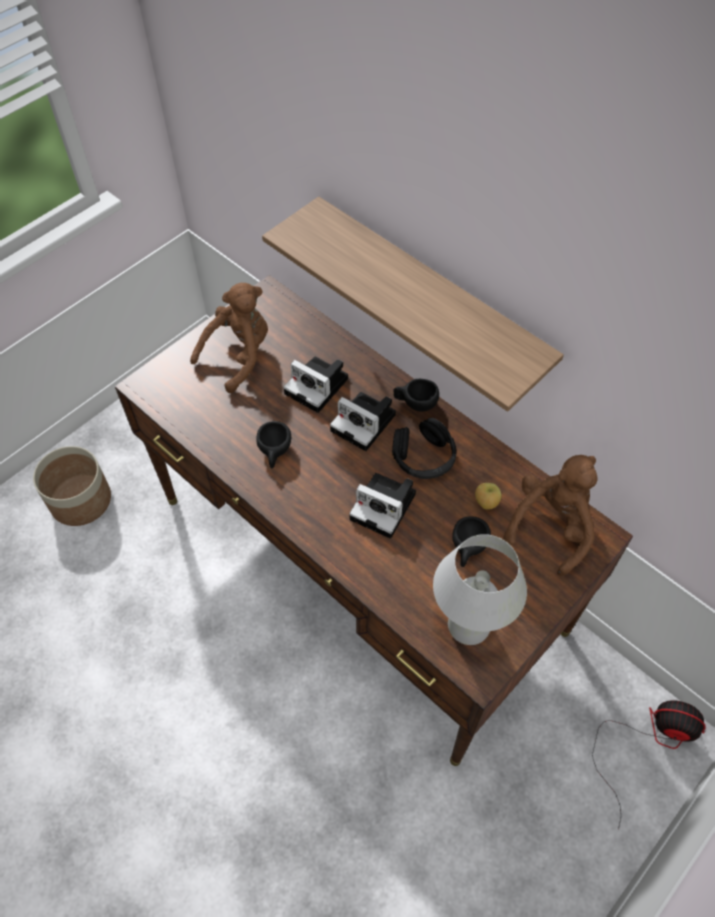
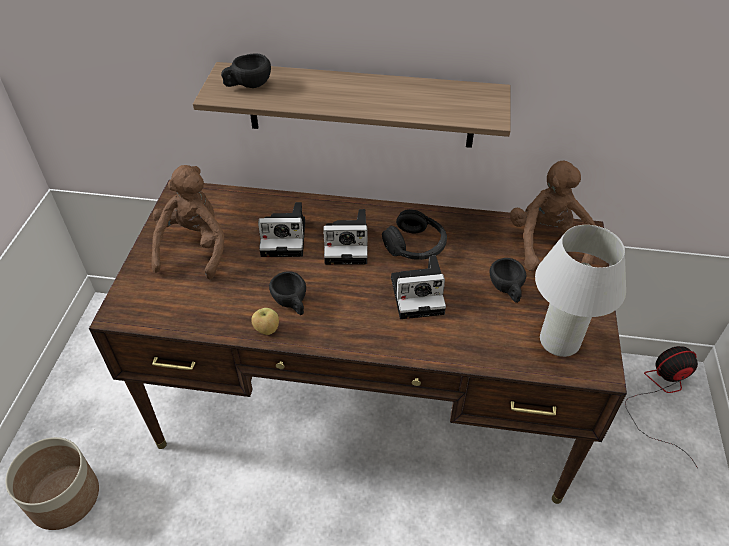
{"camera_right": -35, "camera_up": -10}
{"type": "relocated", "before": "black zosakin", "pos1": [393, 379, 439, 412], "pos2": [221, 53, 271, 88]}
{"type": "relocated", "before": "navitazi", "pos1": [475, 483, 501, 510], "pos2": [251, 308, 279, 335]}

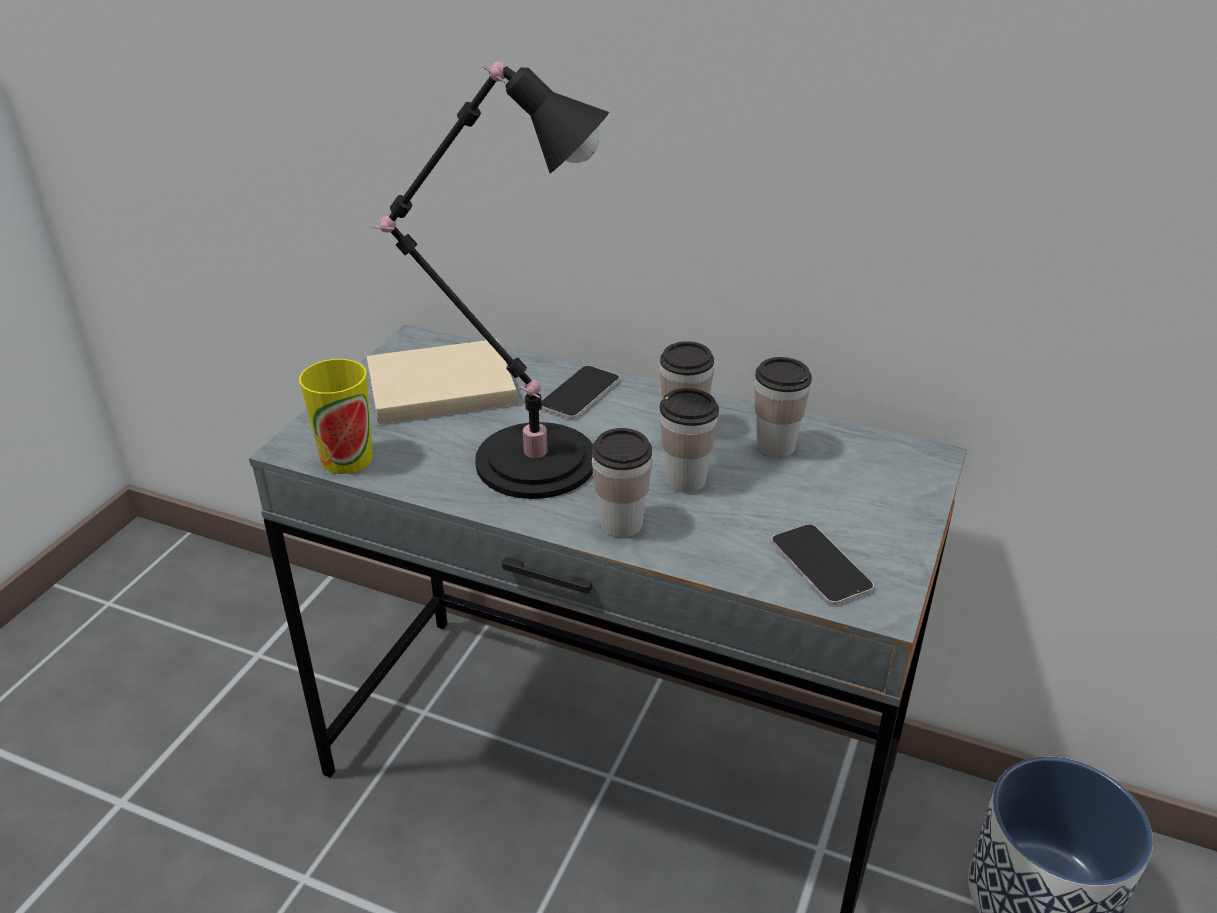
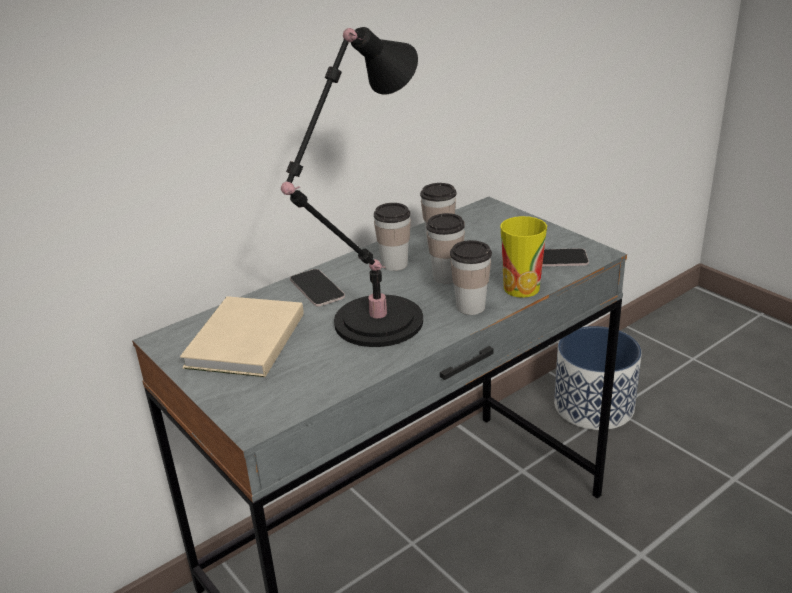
{"camera_right": -60, "camera_up": -5}
{"type": "relocated", "before": "zosakin", "pos1": [299, 359, 373, 474], "pos2": [500, 216, 547, 298]}

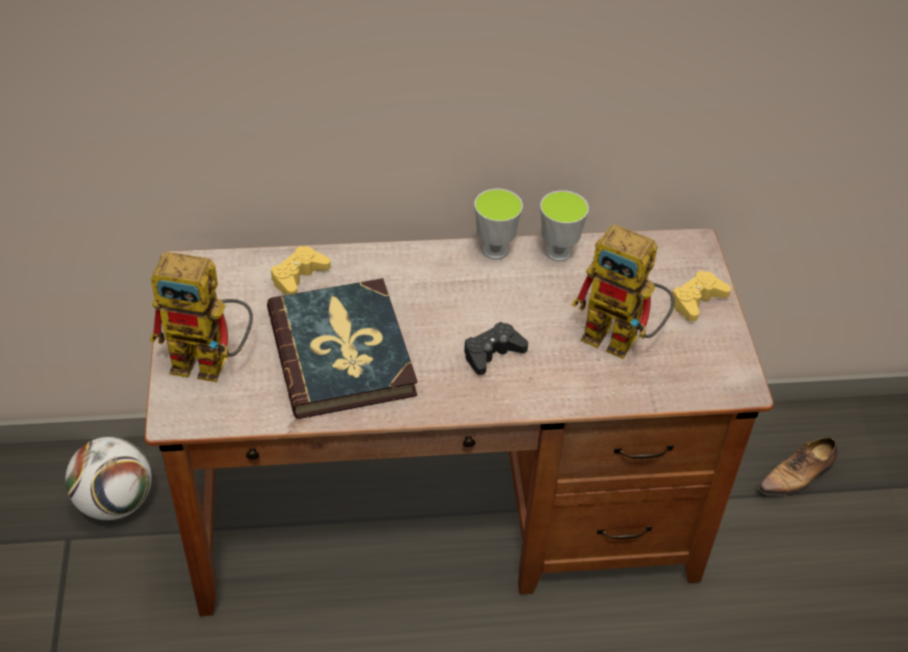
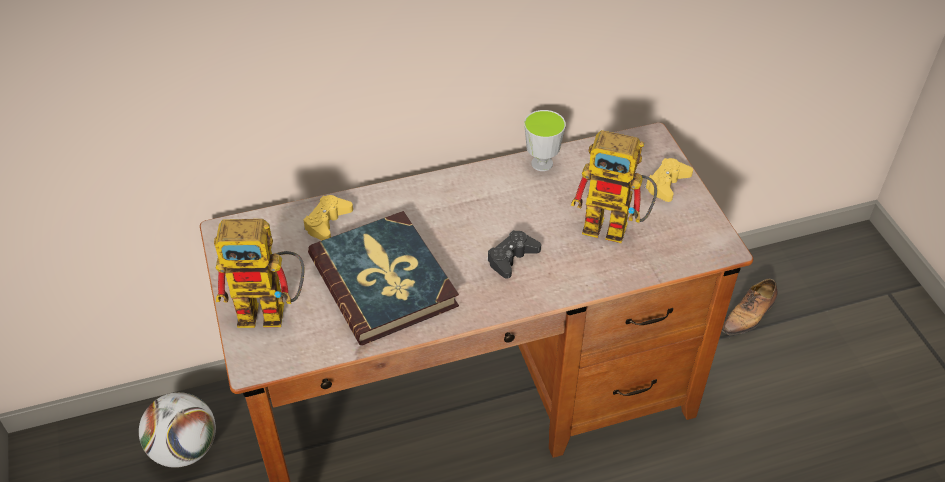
{"camera_right": -10, "camera_up": 0}
{"type": "missing", "before": "zosakin", "pos1": [474, 188, 523, 260]}

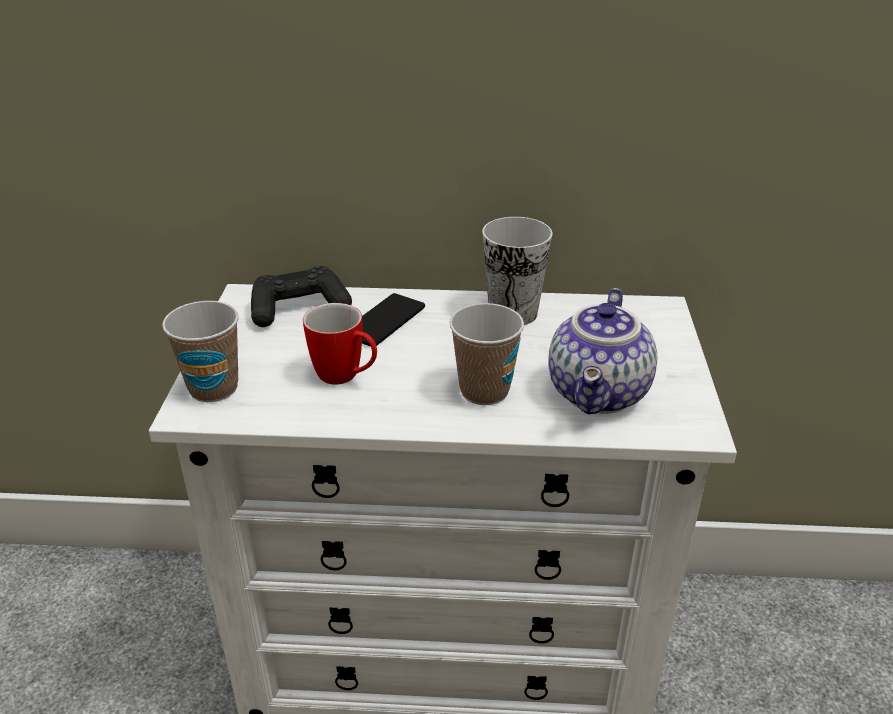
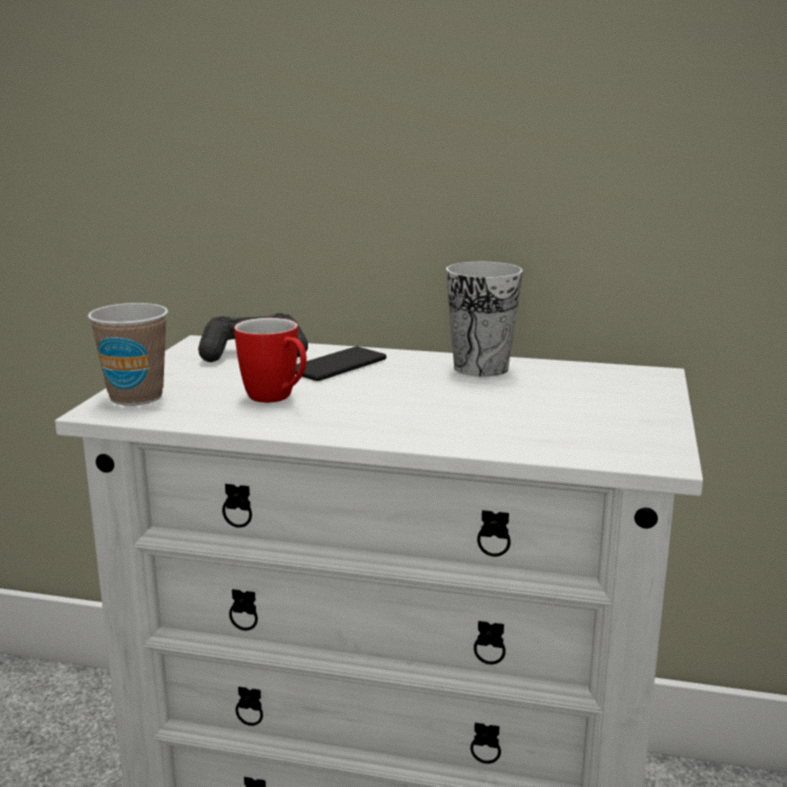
{"camera_right": 10, "camera_up": -15}
{"type": "missing", "before": "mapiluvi", "pos1": [548, 288, 657, 414]}
{"type": "missing", "before": "zosakin", "pos1": [449, 303, 524, 405]}

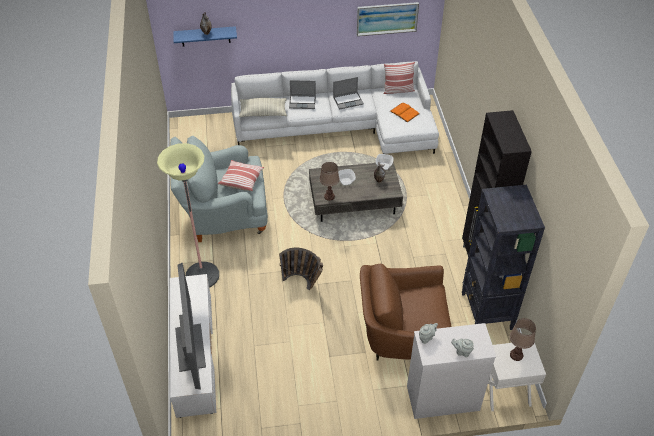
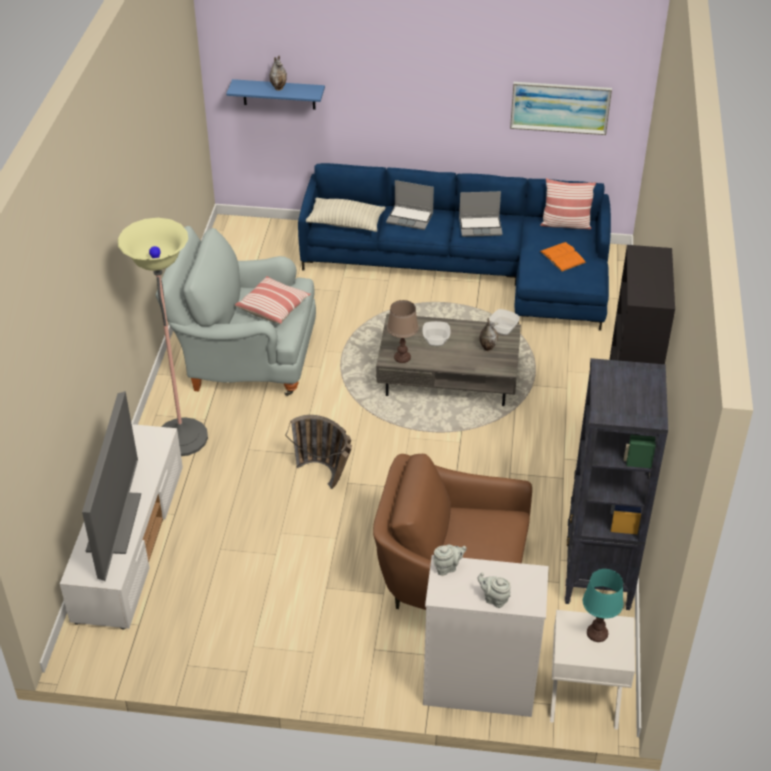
{"camera_right": 15, "camera_up": -5}
{"type": "colour", "before": "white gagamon", "after": "blue gagamon", "pos1": [231, 61, 439, 154], "pos2": [298, 163, 611, 331]}
{"type": "colour", "before": "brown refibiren", "after": "turquoise refibiren", "pos1": [510, 318, 536, 361], "pos2": [583, 569, 623, 642]}

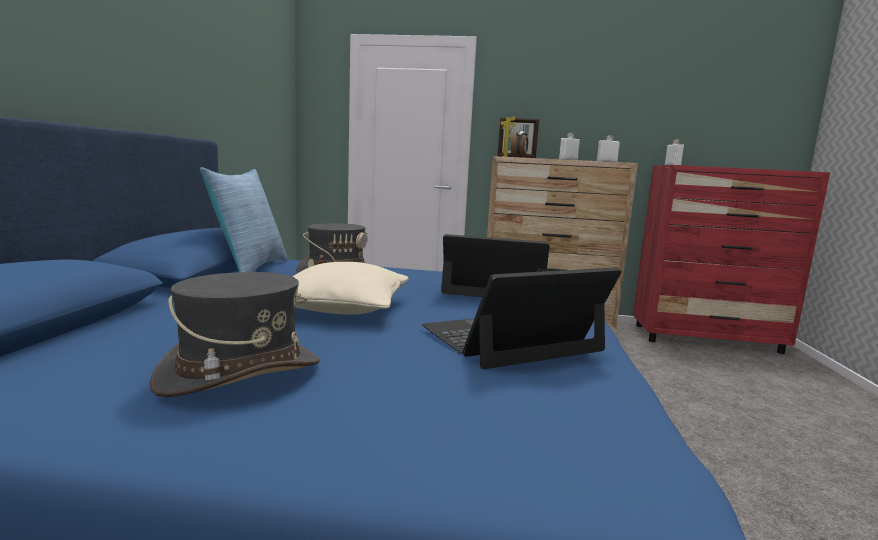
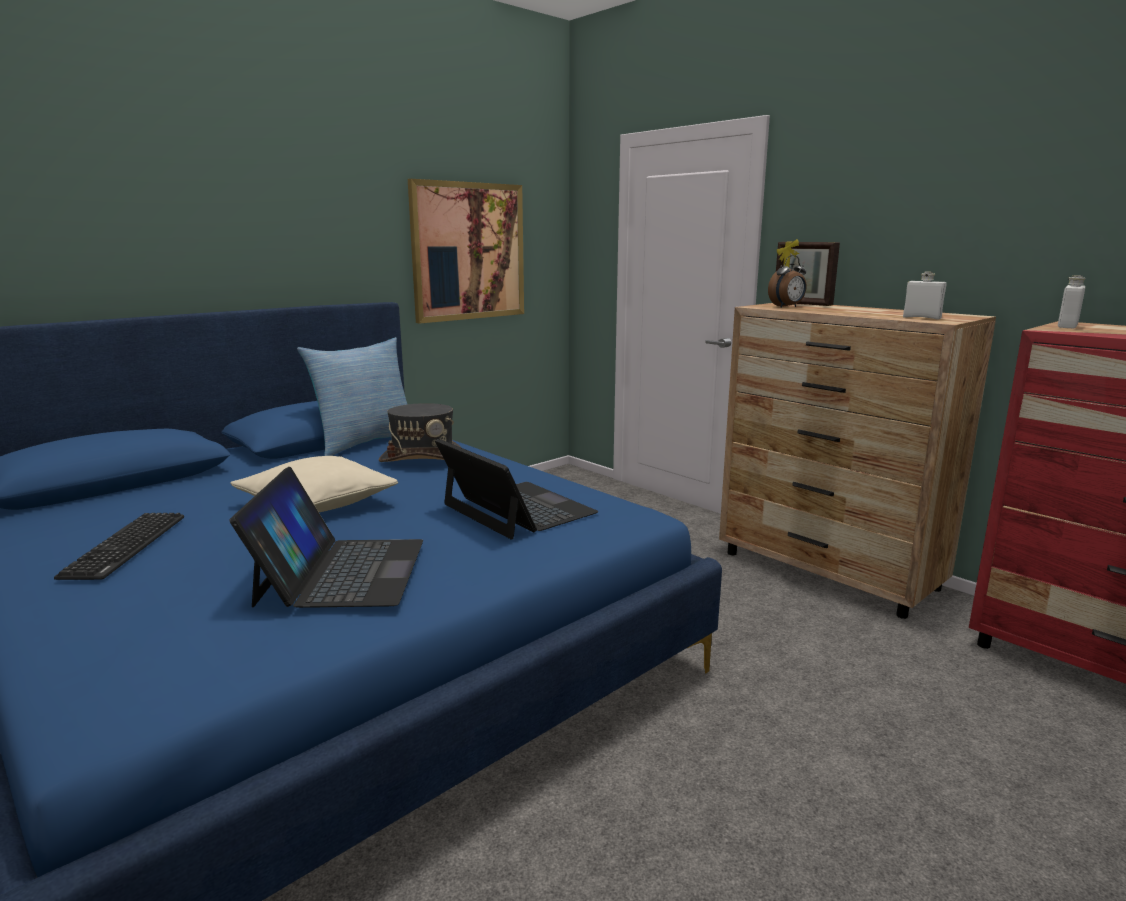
{"camera_right": 40, "camera_up": 5}
{"type": "missing", "before": "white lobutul", "pos1": [559, 133, 580, 160]}
{"type": "spun", "before": "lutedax", "pos1": [422, 267, 622, 369], "pos2": [229, 467, 423, 608], "turn": 75}
{"type": "exchanged", "before": "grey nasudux", "after": "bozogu", "pos1": [149, 272, 320, 397], "pos2": [54, 513, 184, 580]}
{"type": "appeared", "after": "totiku", "pos2": [408, 179, 524, 324]}

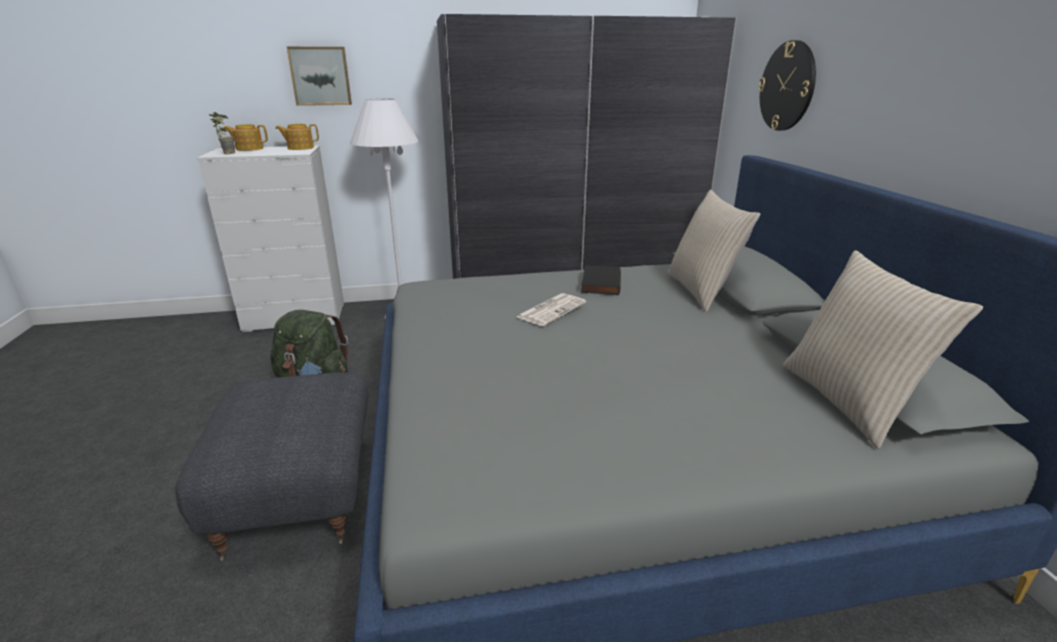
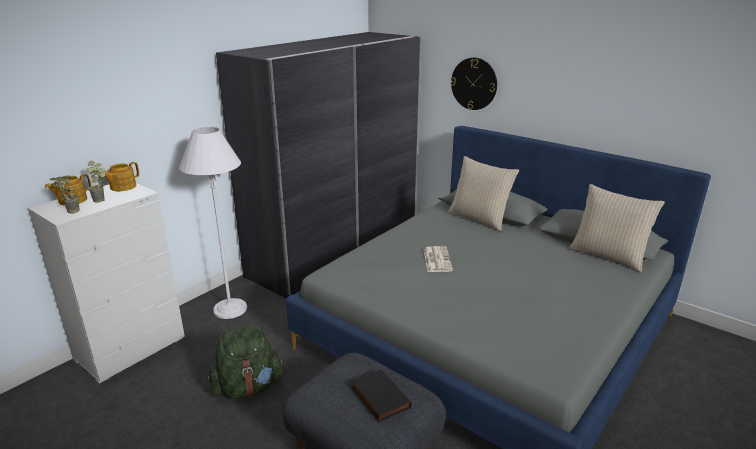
{"camera_right": -40, "camera_up": 0}
{"type": "missing", "before": "totiku", "pos1": [287, 47, 352, 106]}
{"type": "relocated", "before": "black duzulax", "pos1": [581, 265, 621, 295], "pos2": [351, 369, 412, 422]}
{"type": "appeared", "after": "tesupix", "pos2": [86, 161, 105, 203]}

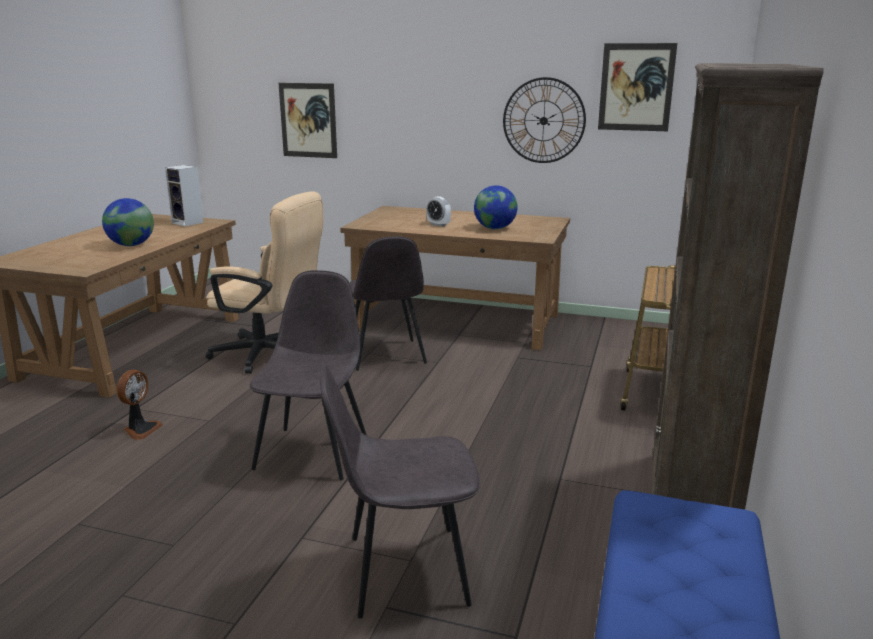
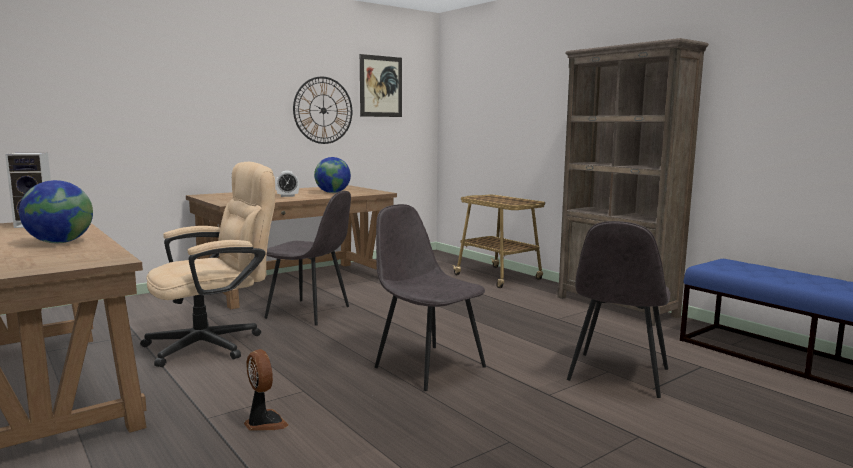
{"camera_right": -55, "camera_up": -10}
{"type": "missing", "before": "totiku", "pos1": [279, 83, 337, 158]}

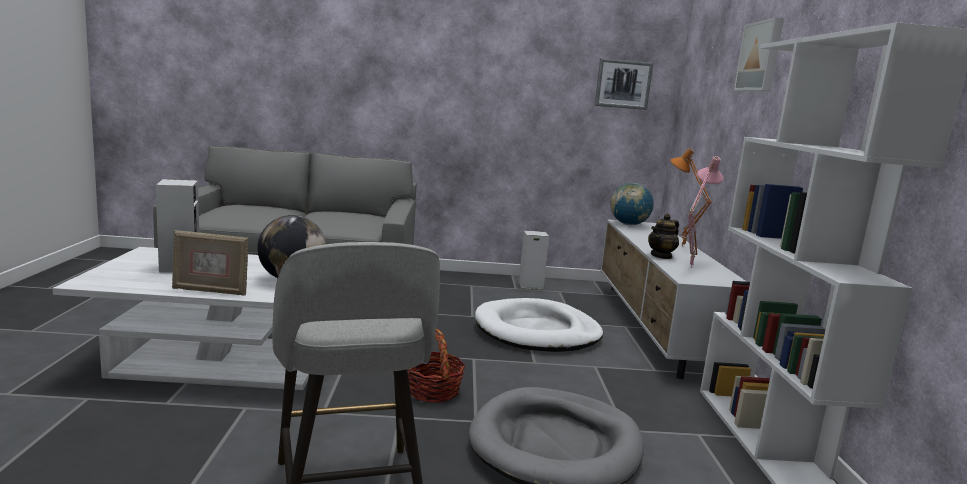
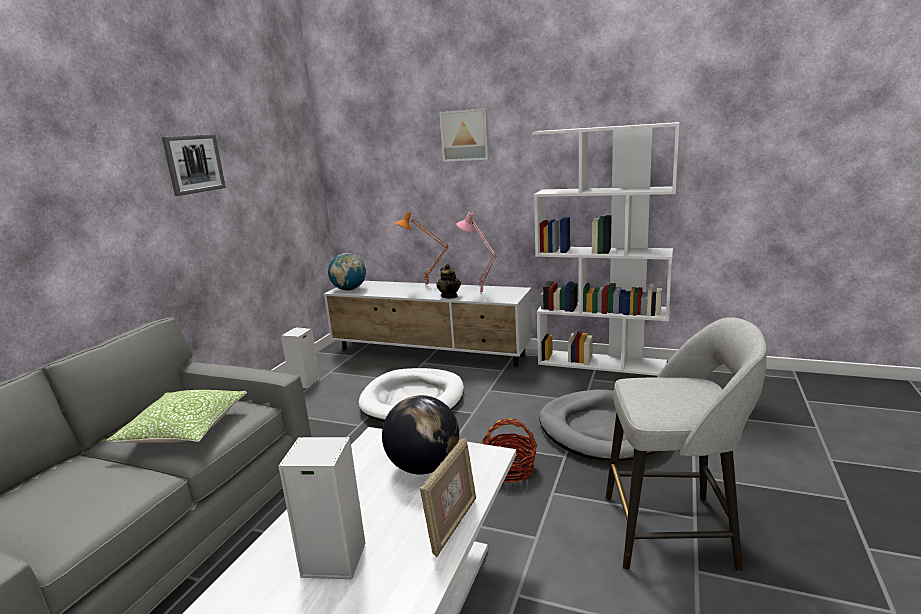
{"camera_right": -65, "camera_up": 5}
{"type": "relocated", "before": "totiku", "pos1": [595, 58, 653, 110], "pos2": [162, 134, 226, 196]}
{"type": "appeared", "after": "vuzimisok", "pos2": [106, 390, 247, 443]}

